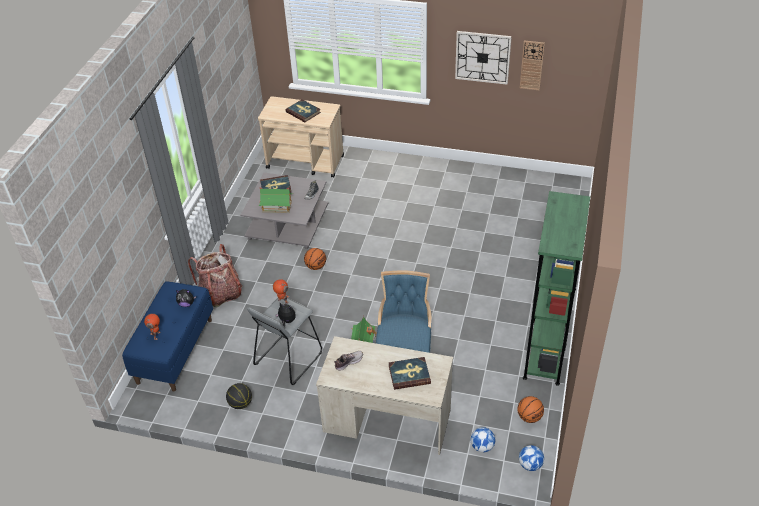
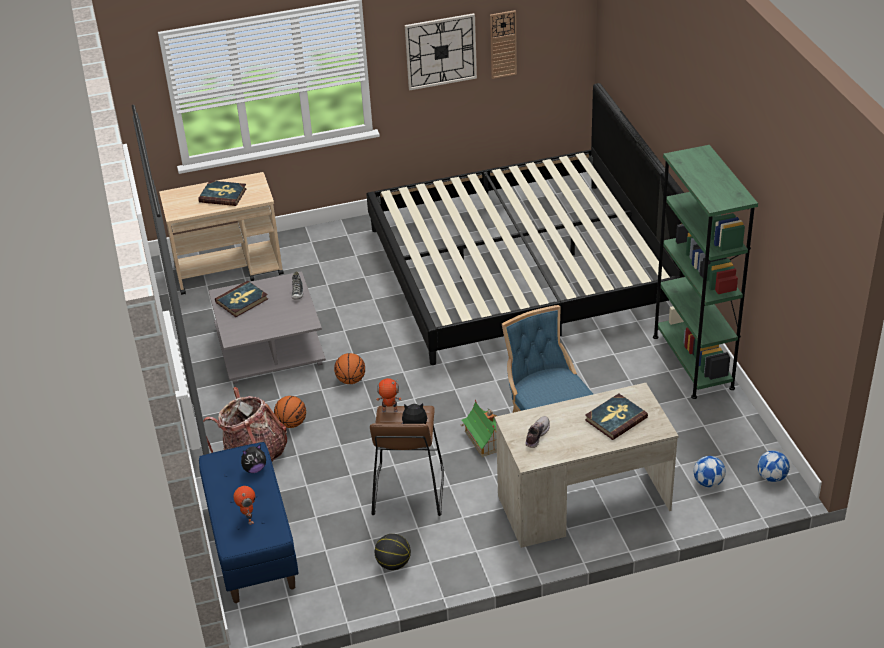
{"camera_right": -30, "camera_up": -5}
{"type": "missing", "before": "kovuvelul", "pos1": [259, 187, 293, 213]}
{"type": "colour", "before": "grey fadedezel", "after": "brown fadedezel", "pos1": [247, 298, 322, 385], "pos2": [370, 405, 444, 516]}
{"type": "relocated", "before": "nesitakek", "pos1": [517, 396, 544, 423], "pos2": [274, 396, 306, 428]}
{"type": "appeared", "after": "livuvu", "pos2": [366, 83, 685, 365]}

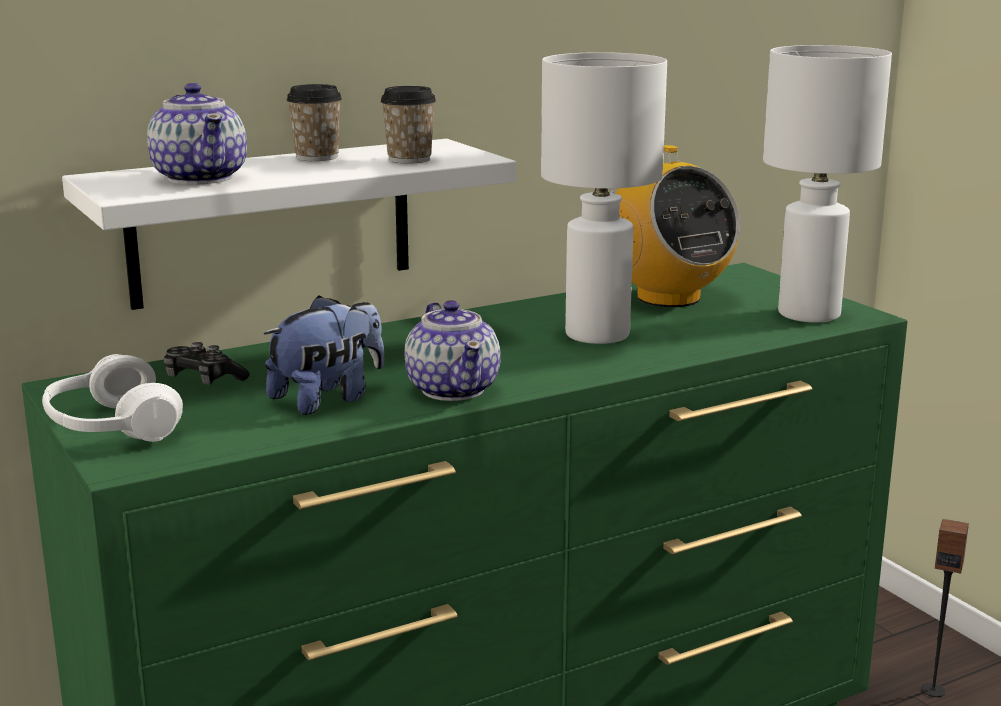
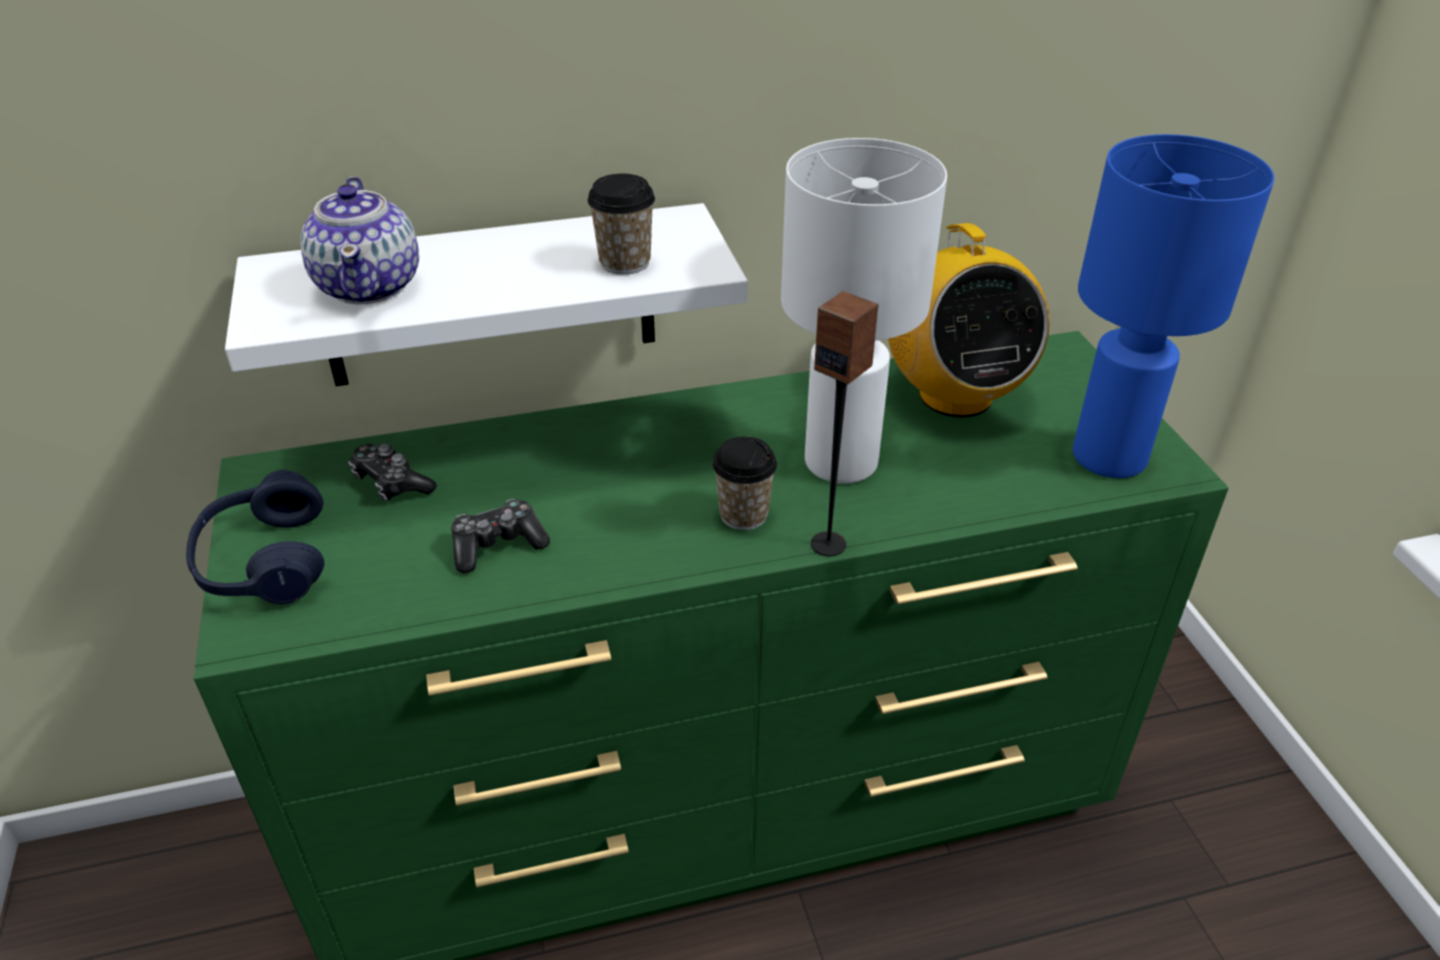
{"camera_right": 15, "camera_up": 20}
{"type": "colour", "before": "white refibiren", "after": "blue refibiren", "pos1": [763, 45, 892, 323], "pos2": [1073, 134, 1274, 478]}
{"type": "relocated", "before": "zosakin", "pos1": [287, 84, 342, 161], "pos2": [712, 436, 777, 530]}
{"type": "exchanged", "before": "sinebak", "after": "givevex", "pos1": [264, 295, 384, 415], "pos2": [451, 499, 550, 573]}
{"type": "missing", "before": "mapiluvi", "pos1": [404, 300, 501, 401]}
{"type": "colour", "before": "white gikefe", "after": "blue gikefe", "pos1": [42, 354, 183, 442], "pos2": [186, 469, 325, 604]}
{"type": "relocated", "before": "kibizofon", "pos1": [921, 519, 969, 697], "pos2": [811, 291, 879, 556]}

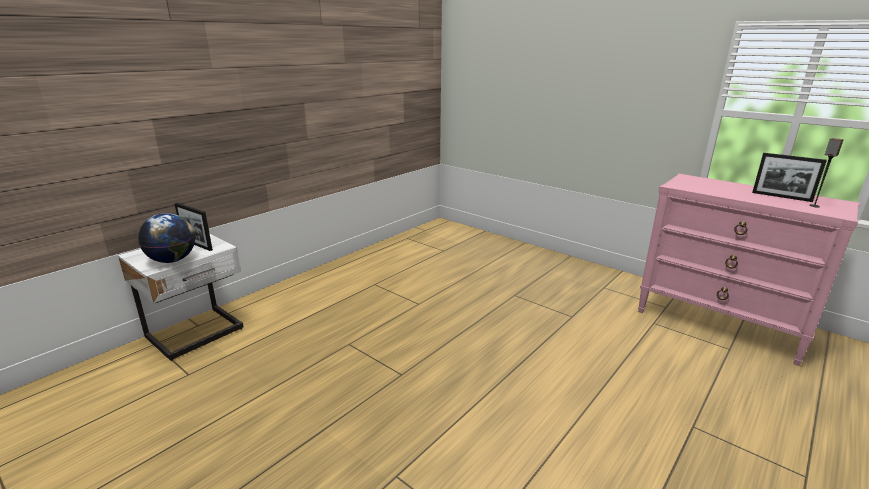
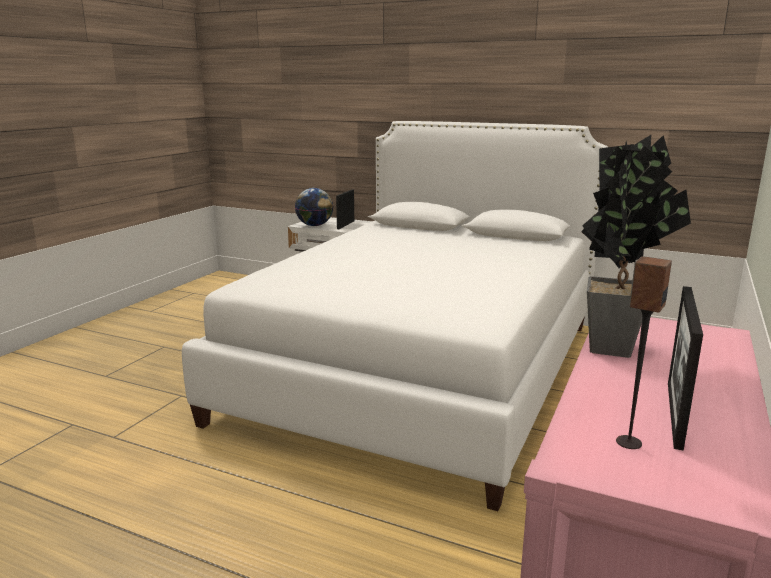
{"camera_right": 75, "camera_up": -5}
{"type": "appeared", "after": "white livuvu", "pos2": [182, 121, 608, 511]}
{"type": "appeared", "after": "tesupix", "pos2": [581, 135, 691, 358]}

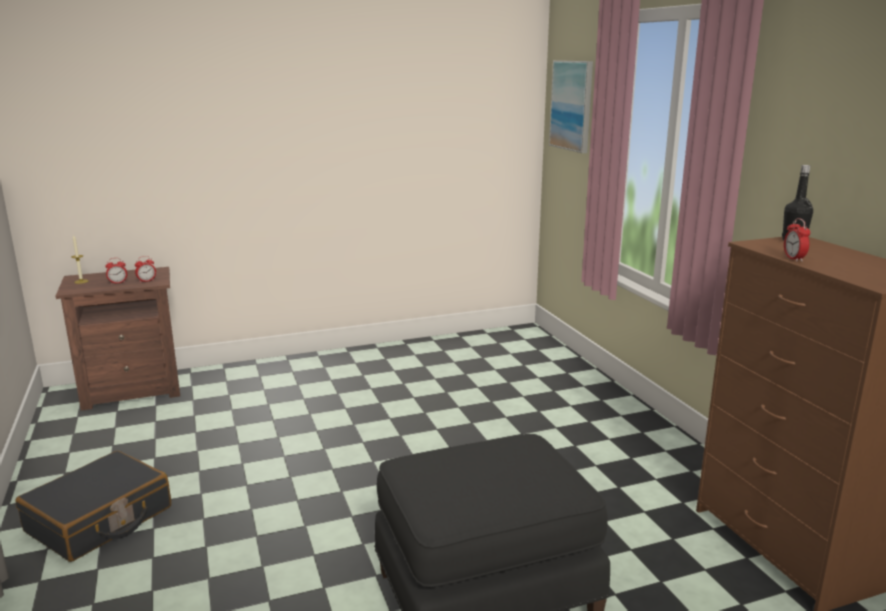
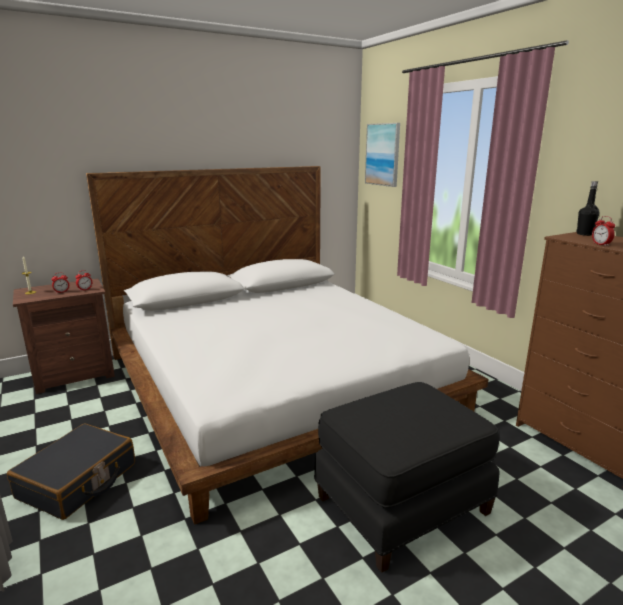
{"camera_right": -10, "camera_up": 0}
{"type": "appeared", "after": "white livuvu", "pos2": [86, 166, 488, 525]}

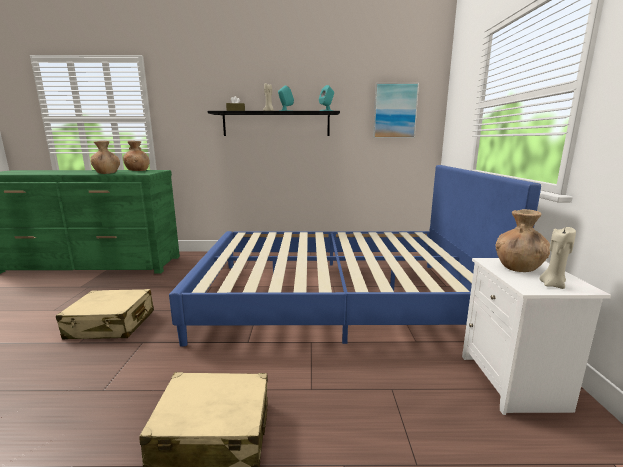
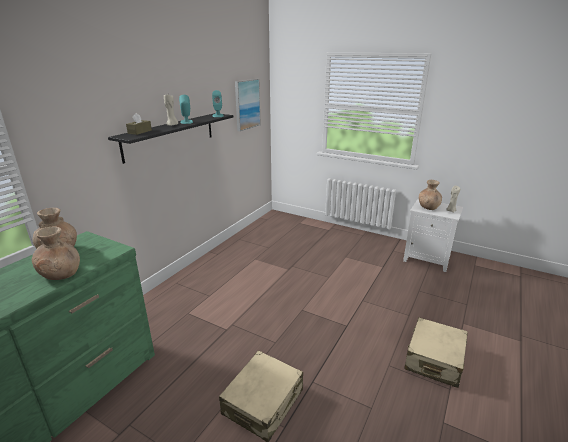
{"camera_right": -60, "camera_up": 10}
{"type": "missing", "before": "blue livuvu", "pos1": [169, 165, 541, 347]}

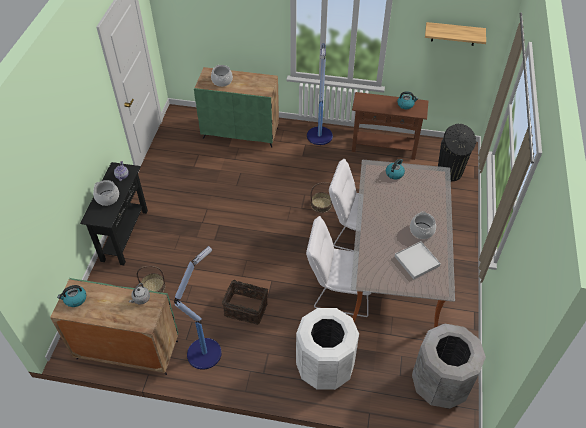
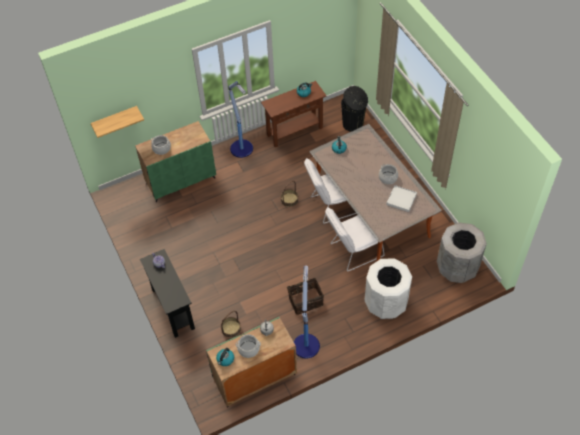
{"camera_right": -35, "camera_up": 5}
{"type": "relocated", "before": "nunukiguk", "pos1": [425, 22, 486, 46], "pos2": [91, 106, 144, 138]}
{"type": "relocated", "before": "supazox", "pos1": [93, 180, 119, 206], "pos2": [235, 334, 261, 358]}

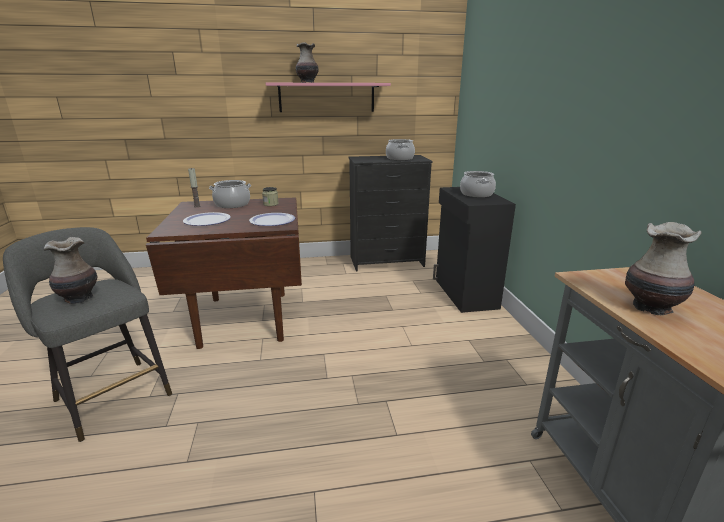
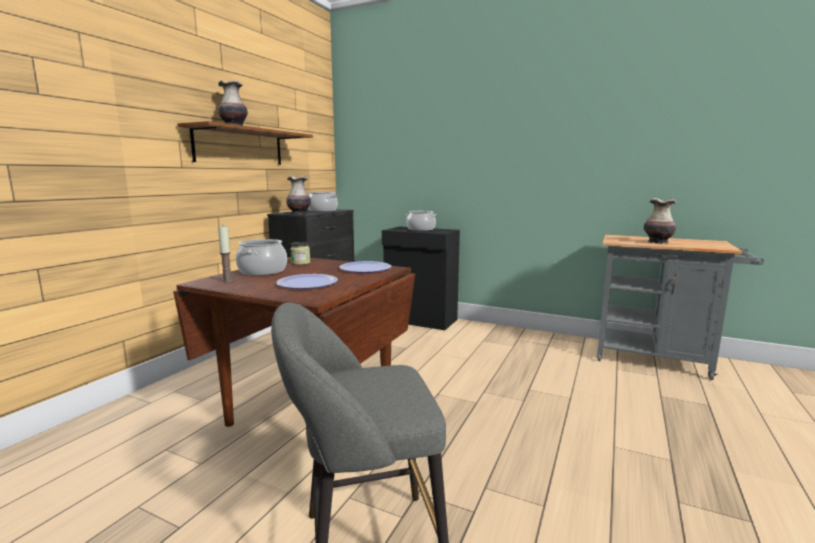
{"camera_right": -55, "camera_up": -10}
{"type": "colour", "before": "pink nunukiguk", "after": "brown nunukiguk", "pos1": [266, 83, 391, 112], "pos2": [177, 121, 313, 165]}
{"type": "relocated", "before": "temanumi", "pos1": [43, 237, 98, 304], "pos2": [286, 176, 311, 215]}

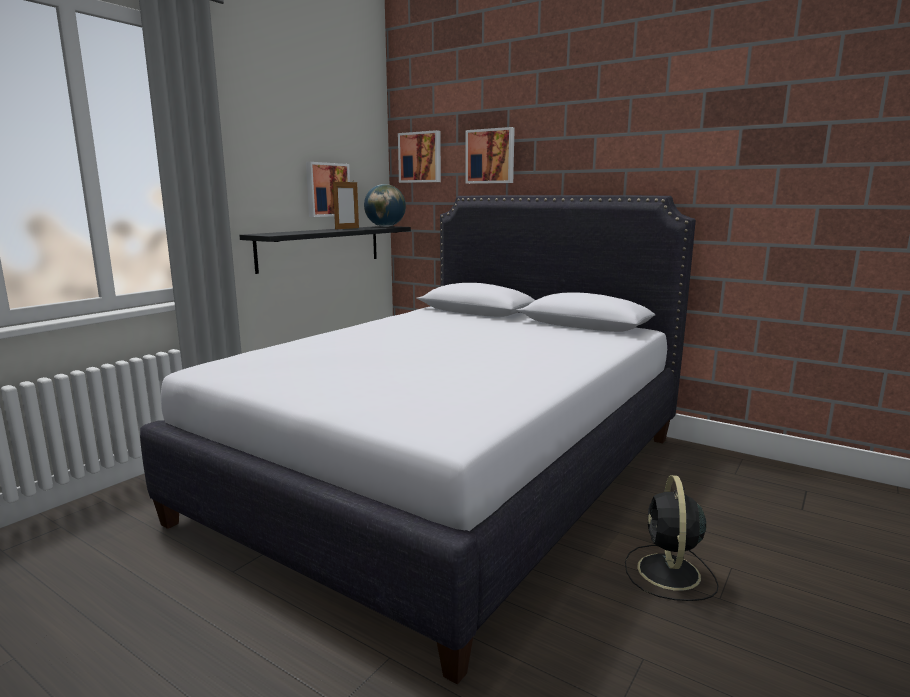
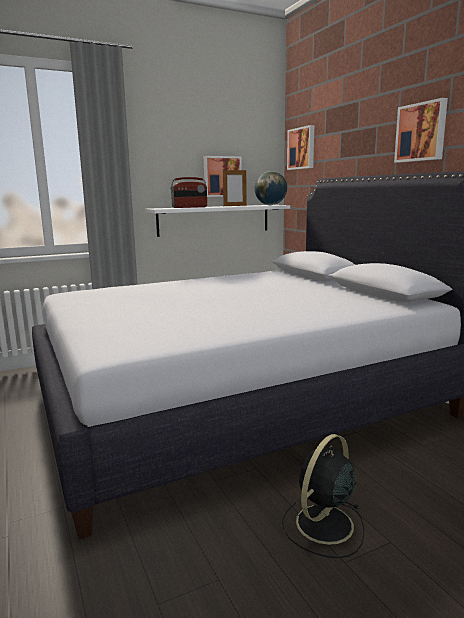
{"camera_right": 30, "camera_up": 0}
{"type": "relocated", "before": "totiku", "pos1": [465, 127, 515, 184], "pos2": [394, 98, 448, 163]}
{"type": "colour", "before": "black nunukiguk", "after": "white nunukiguk", "pos1": [239, 226, 411, 274], "pos2": [145, 205, 290, 237]}
{"type": "appeared", "after": "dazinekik", "pos2": [171, 177, 207, 208]}

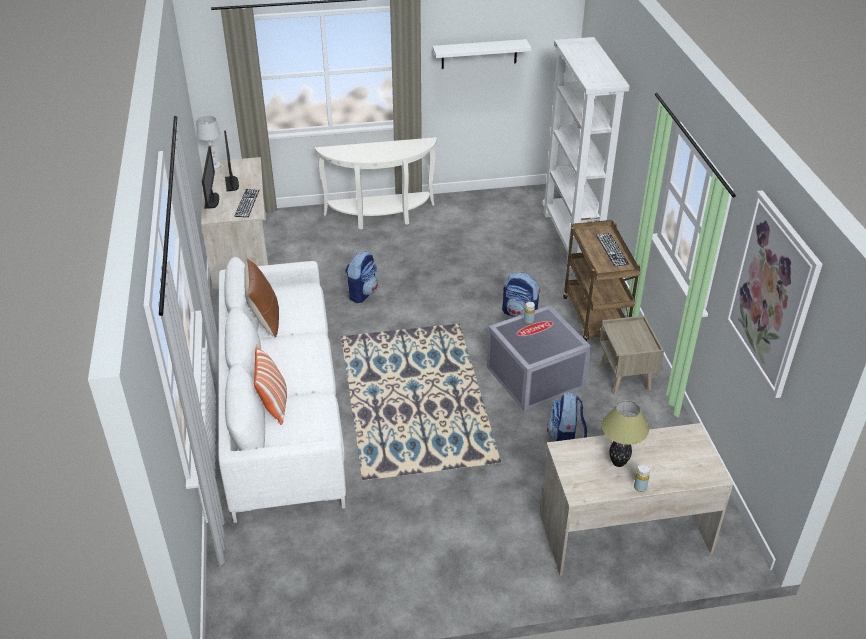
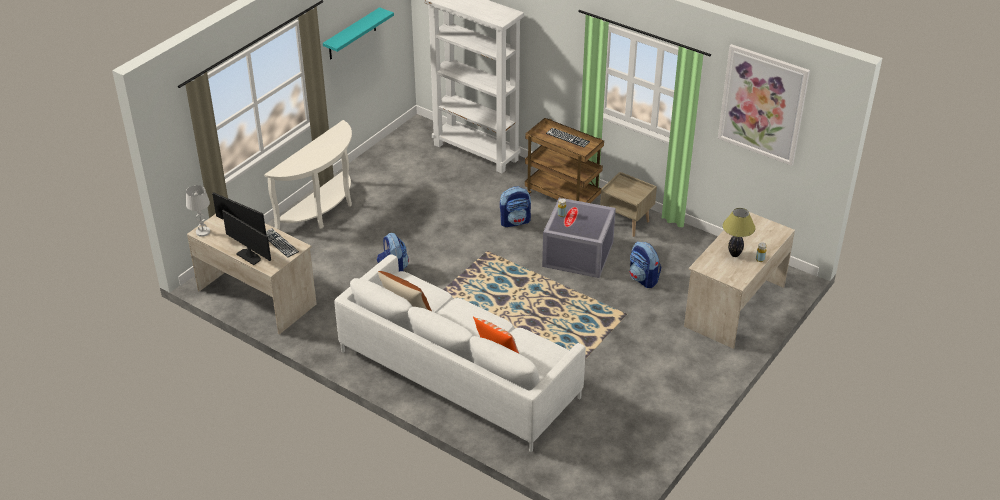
{"camera_right": -45, "camera_up": 0}
{"type": "colour", "before": "white nunukiguk", "after": "turquoise nunukiguk", "pos1": [433, 39, 531, 69], "pos2": [323, 7, 394, 59]}

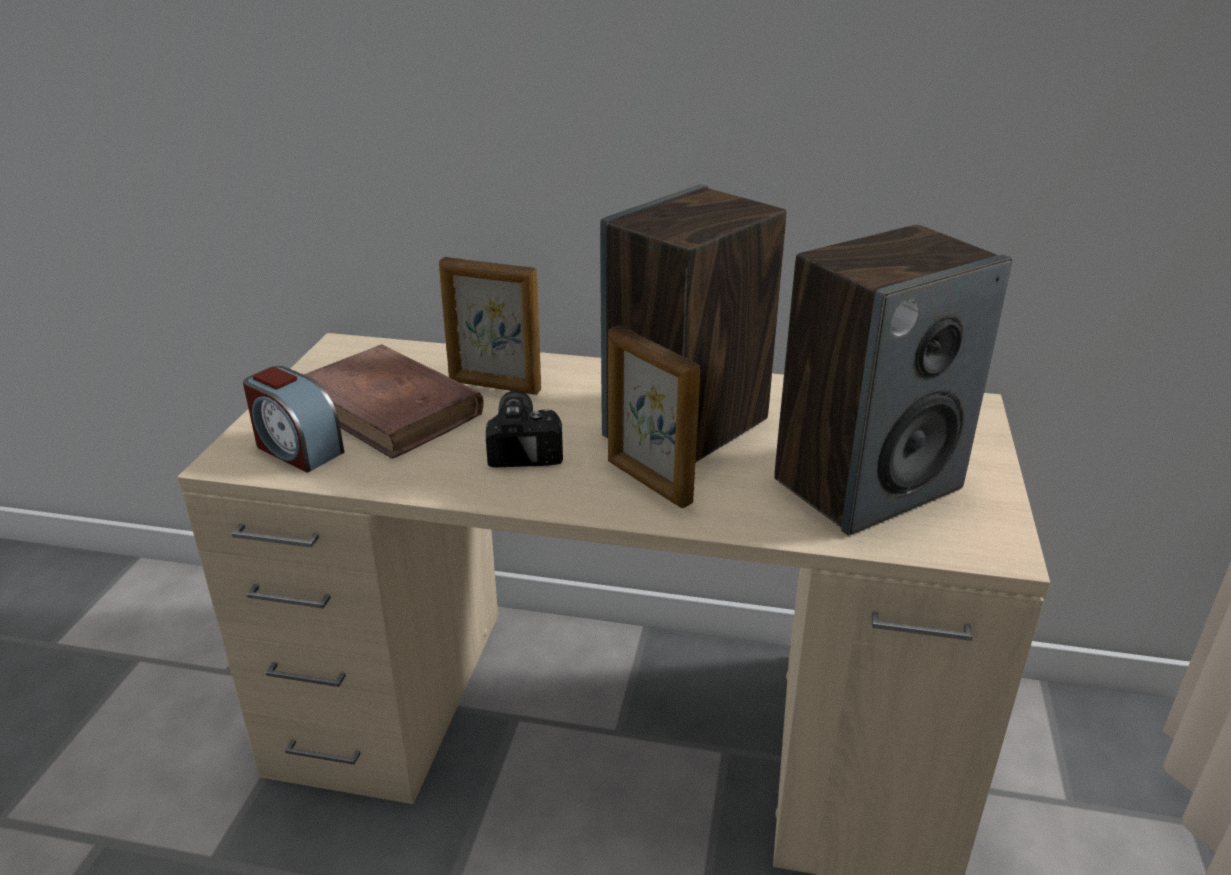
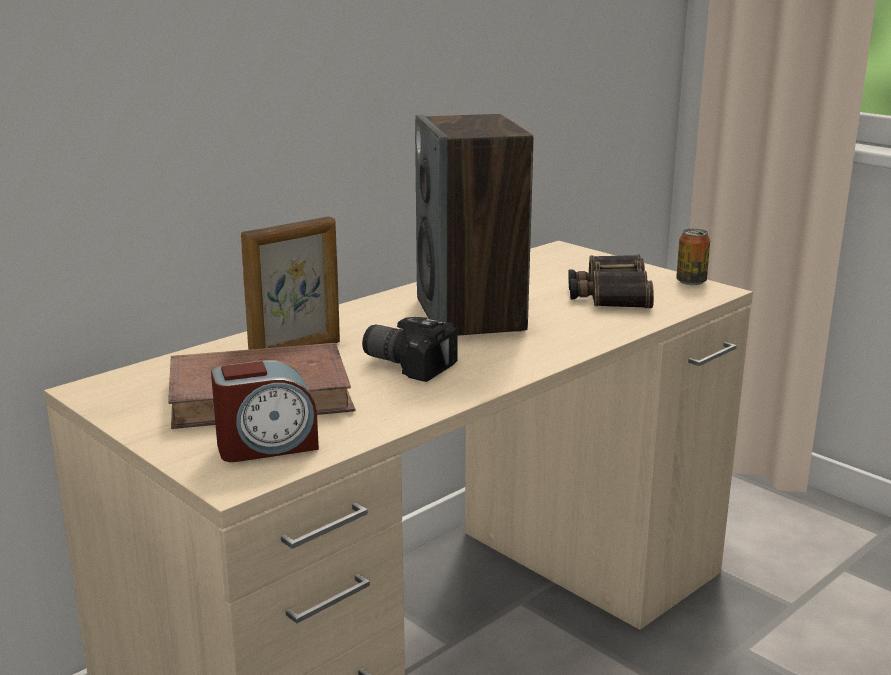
{"camera_right": -55, "camera_up": -10}
{"type": "exchanged", "before": "kibizofon", "after": "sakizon", "pos1": [774, 225, 1012, 536], "pos2": [568, 254, 654, 308]}
{"type": "missing", "before": "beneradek", "pos1": [608, 325, 700, 508]}
{"type": "appeared", "after": "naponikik", "pos2": [676, 229, 710, 285]}

